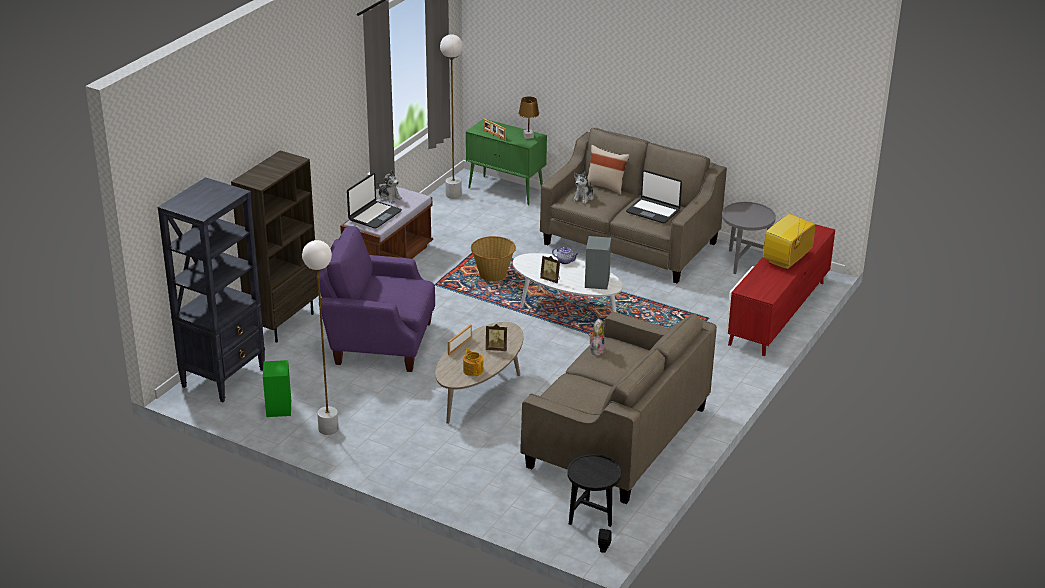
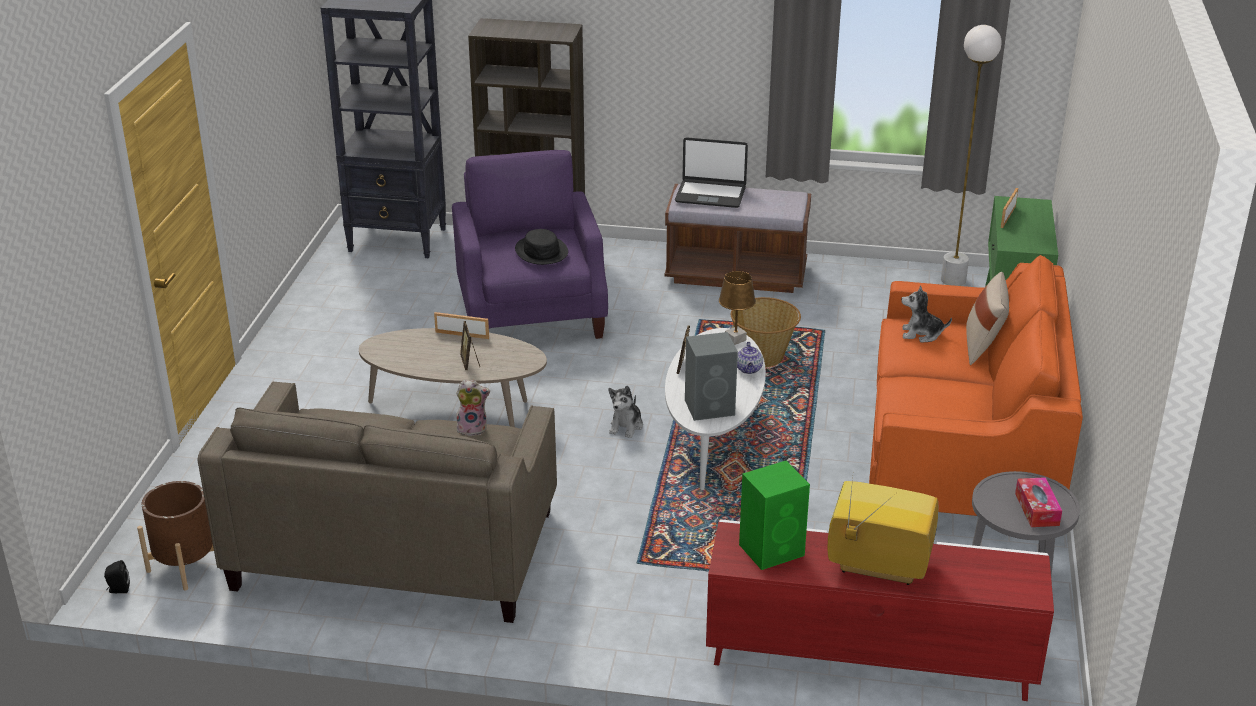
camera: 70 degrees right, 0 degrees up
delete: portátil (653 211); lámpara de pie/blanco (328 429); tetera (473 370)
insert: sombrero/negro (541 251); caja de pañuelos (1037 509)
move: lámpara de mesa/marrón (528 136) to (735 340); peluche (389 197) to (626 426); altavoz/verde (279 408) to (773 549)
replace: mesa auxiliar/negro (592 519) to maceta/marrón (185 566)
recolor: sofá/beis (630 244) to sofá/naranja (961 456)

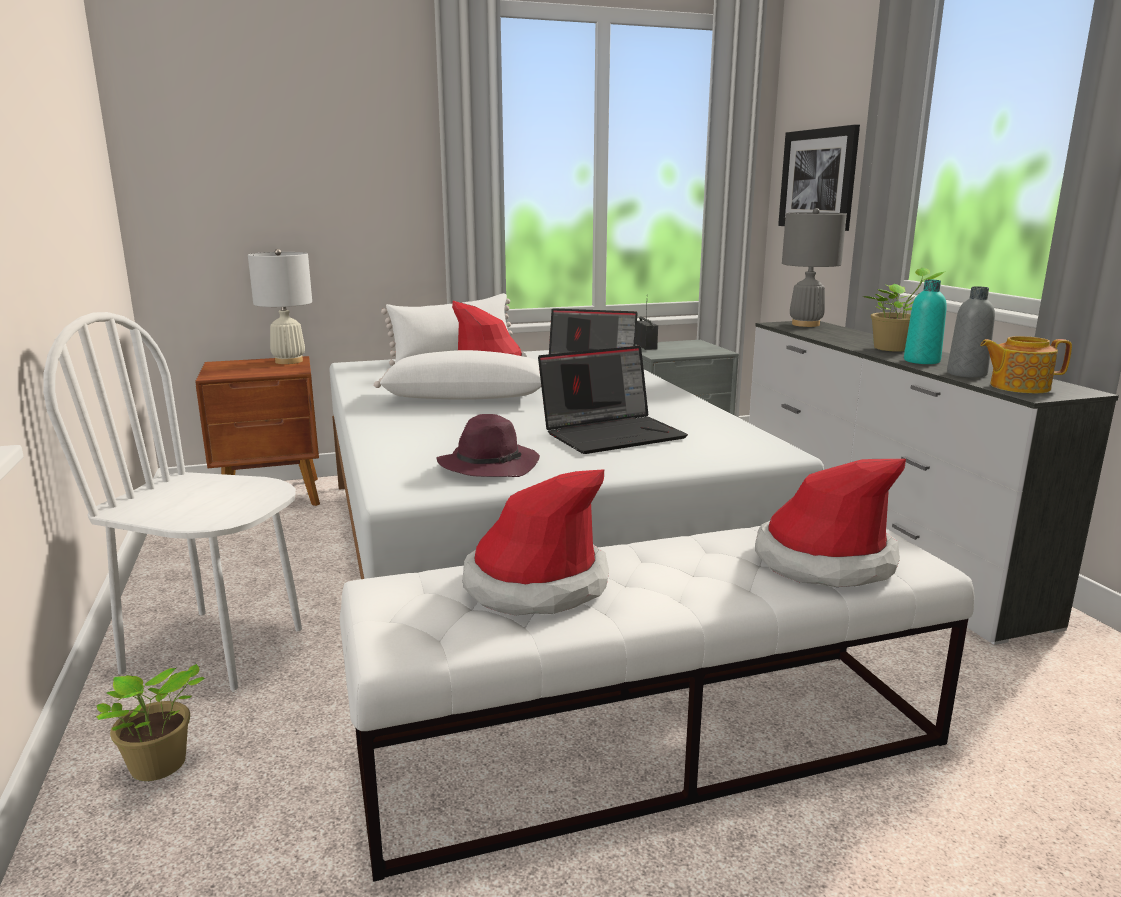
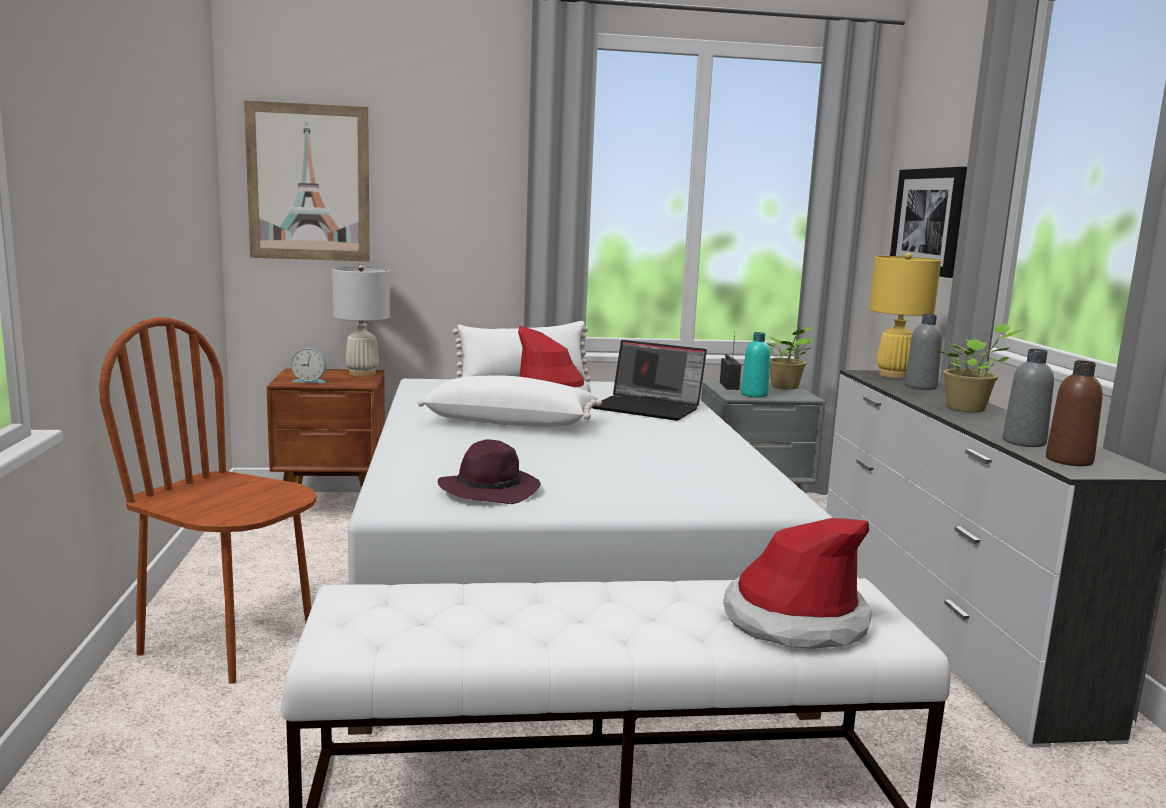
camera: 10 degrees right, 5 degrees down
delete: portátil (613 434); sombrero (535 584)
insert: cuadro (309 183); botella/gris (920 387); despertador (310 381)
move: botella/turquesa (921 361) to (754 395); planta en maceta (158 768) to (785 387)
replace: tetera (1018 387) to botella/marrón (1069 461)
recolor: lámpara de mesa/gris (805 324) to lámpara de mesa/amarillo (894 375); silla/blanco (215 649) to silla/marrón (229 644)

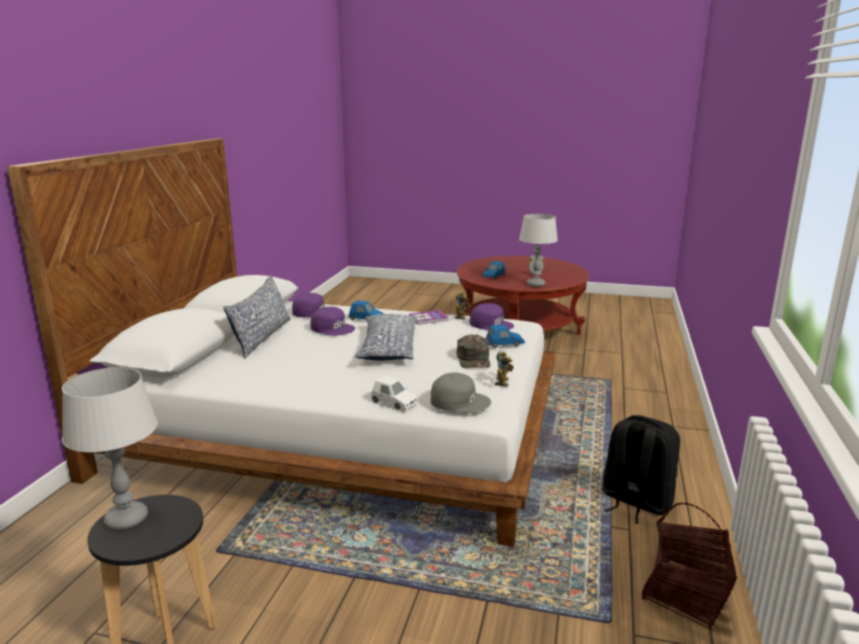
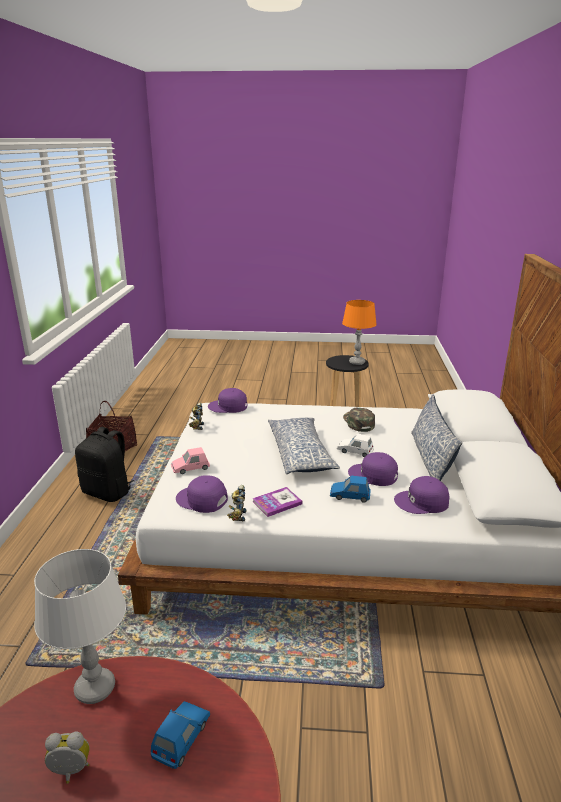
camera: 170 degrees right, 5 degrees up
move: gorra/verde (474 359) to (358 422); coche de juguete/blanco (394 402) to (355 451)
recolor: coche de juguete/azul (504 344) to coche de juguete/rosa (190 468); lámpara de mesa/gris (127 519) to lámpara de mesa/naranja (357 362); gorra/gris (459 401) to gorra/morado (228 406)

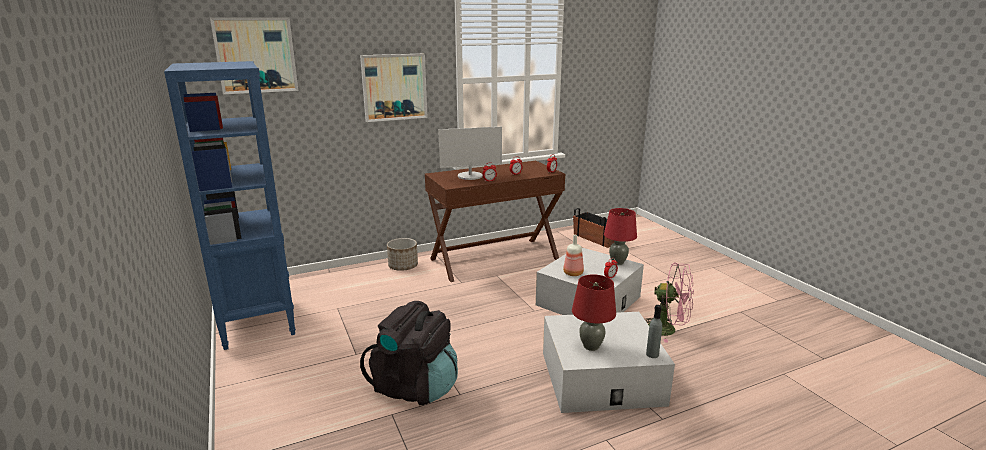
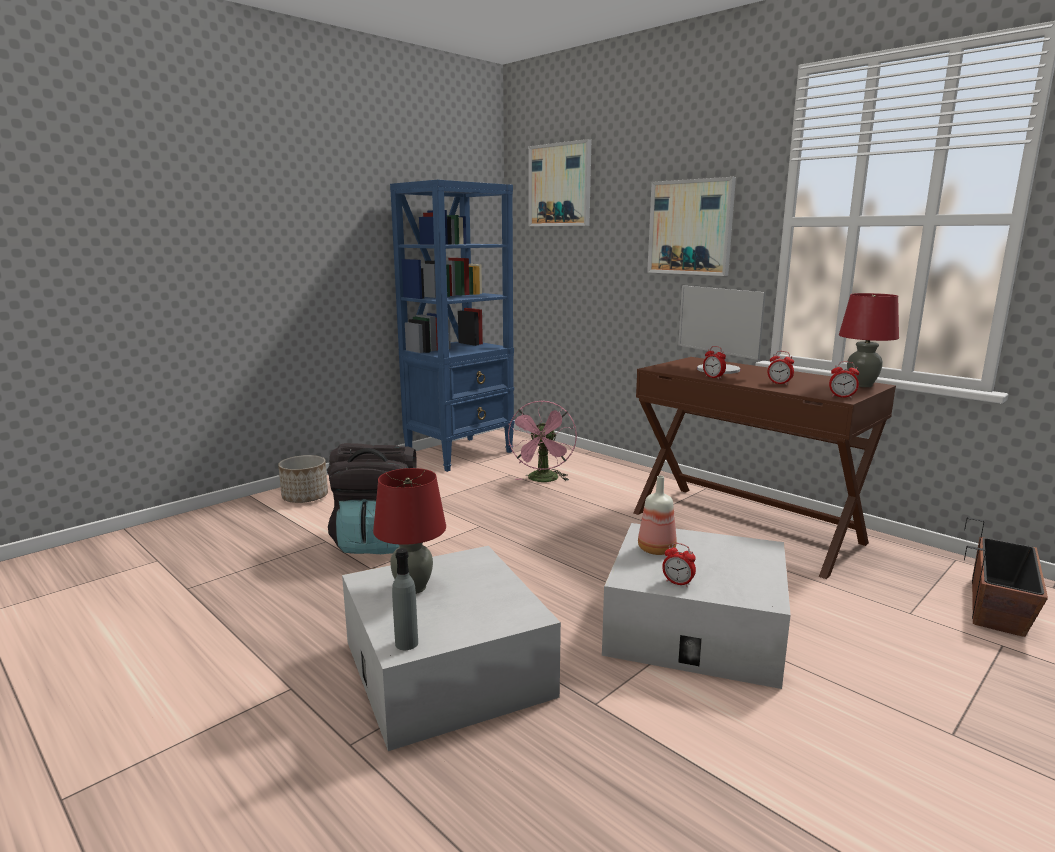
camera: 70 degrees right, 5 degrees down
move: lámpara de mesa/rojo (617 262) to (861 385); maceta (403 266) to (305 497); ventilador/rosa (668 330) to (543 480)

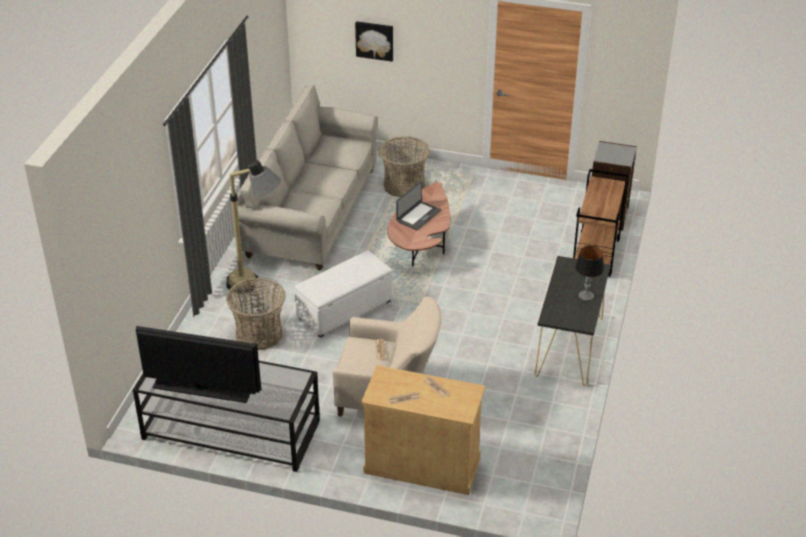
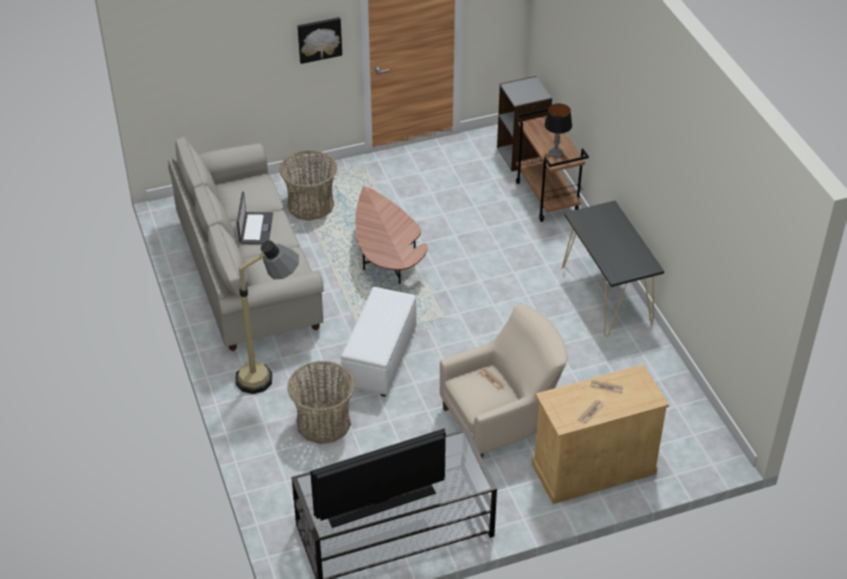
camera: 35 degrees left, 5 degrees up
move: cuadro (375 40) to (319 39); portátil (418 216) to (255 228); lámpara de mesa (586 296) to (556 153)

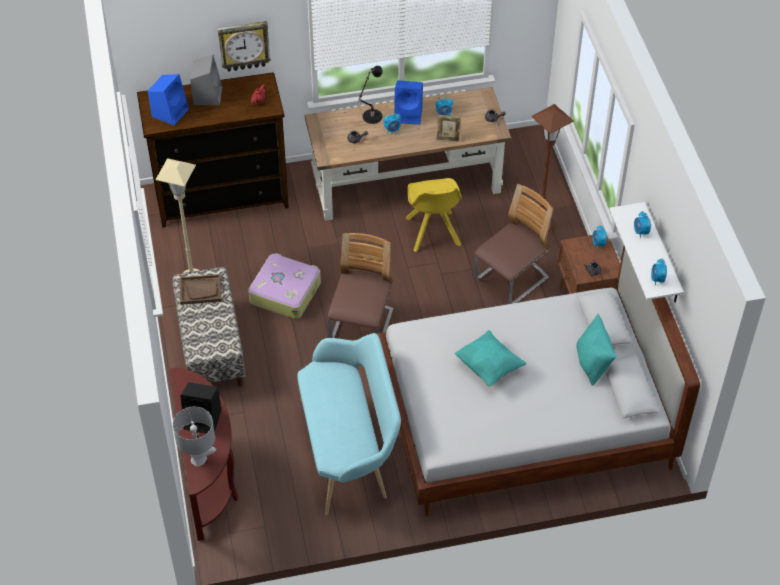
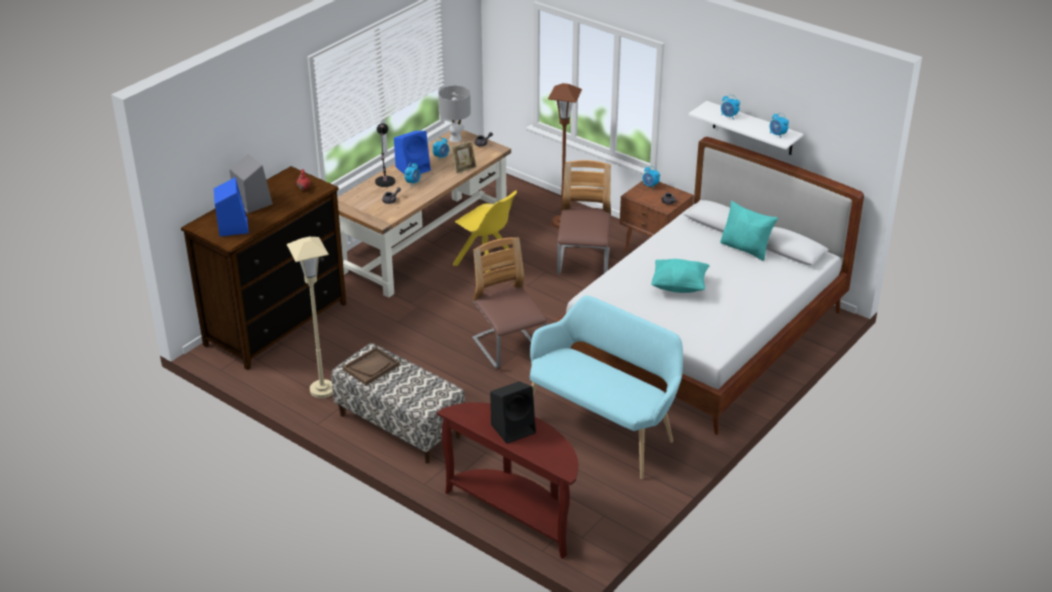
camera: 40 degrees left, 15 degrees down
delete: reloj de pared (244 45); maleta (285 292)
move: lámpara de mesa/gris (199 459) to (455 139)

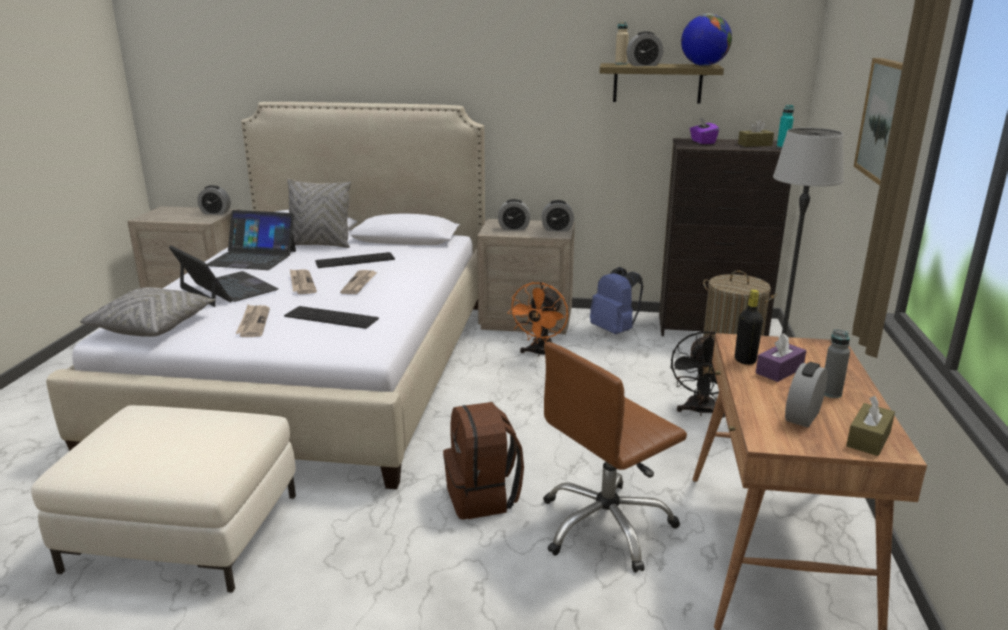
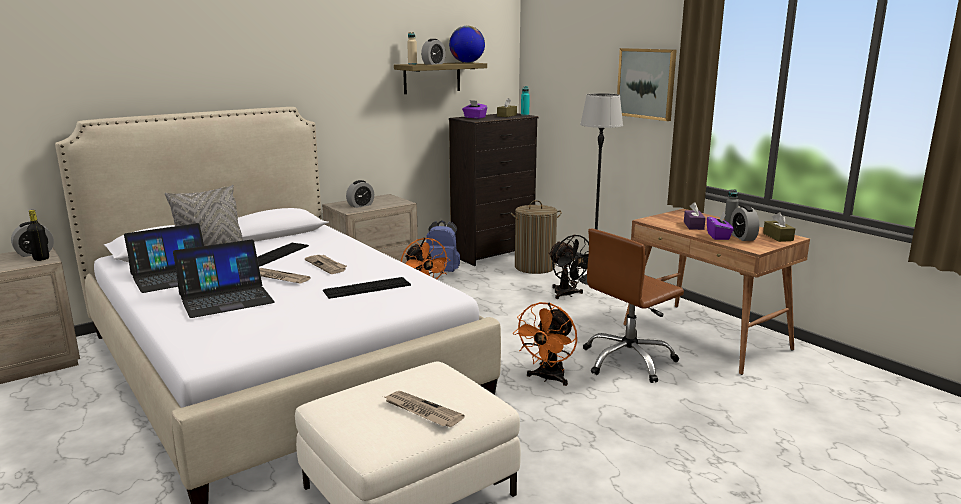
camera: 45 degrees left, 5 degrees down
delete: despertador (557 229); cojín/gris (153 326)
insert: caja de pañuelos/morado (718 236)
move: botella/negro (745 360) to (41 259); periódico (253 323) to (421 411)
replace: mochila/marrón (483 497) to ventilador/naranja (548 378)
rotate: portátil (227 289) = (226 298) 150 degrees clockwise; silla de oficina/marrón (606 526) = (628 361) 45 degrees clockwise

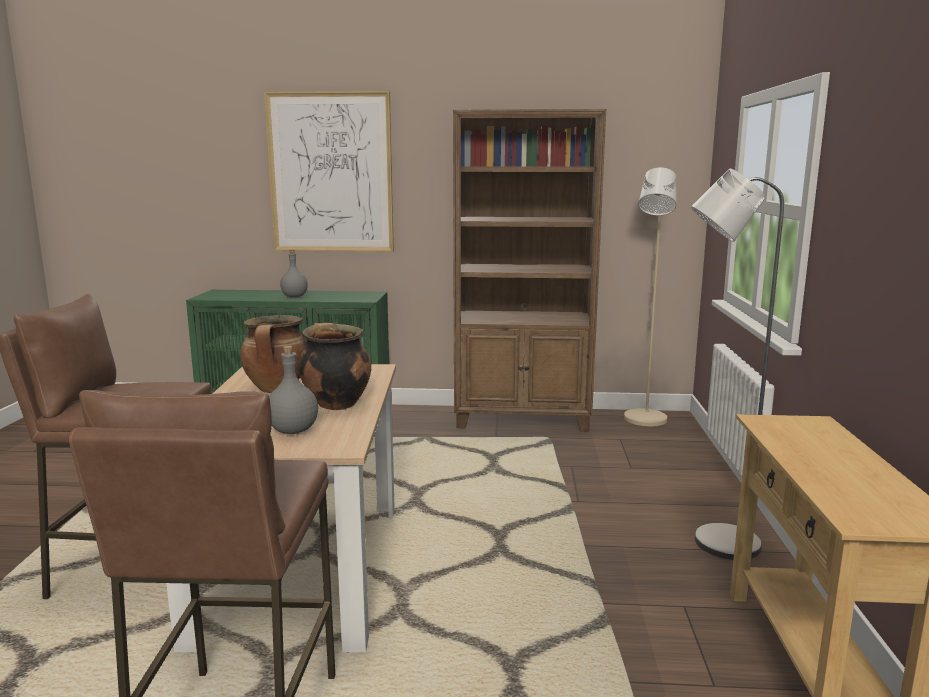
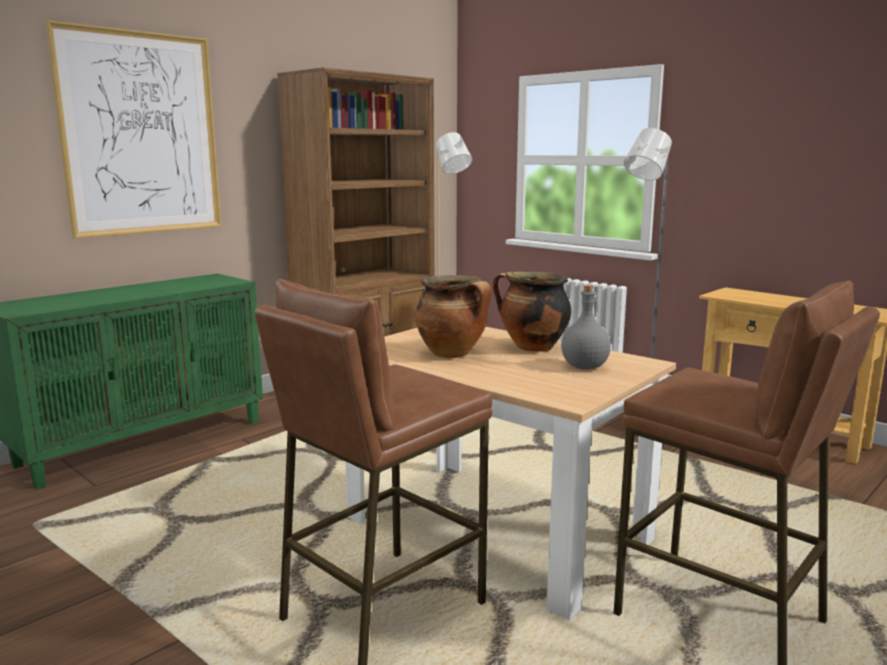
camera: 50 degrees left, 0 degrees up
delete: botella/gris (294 296)

